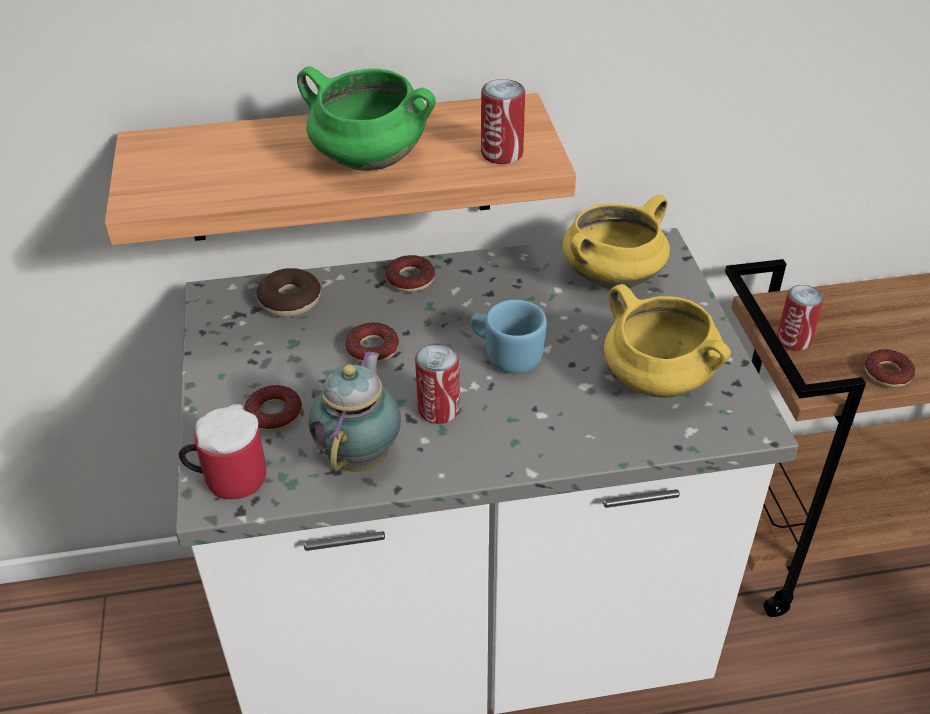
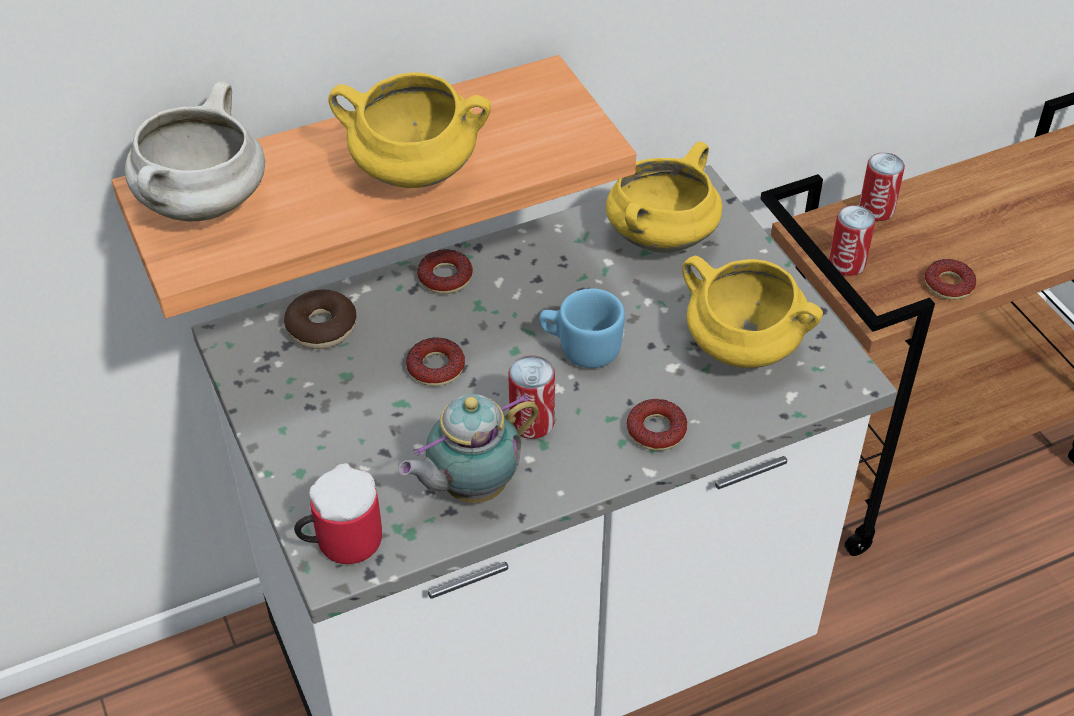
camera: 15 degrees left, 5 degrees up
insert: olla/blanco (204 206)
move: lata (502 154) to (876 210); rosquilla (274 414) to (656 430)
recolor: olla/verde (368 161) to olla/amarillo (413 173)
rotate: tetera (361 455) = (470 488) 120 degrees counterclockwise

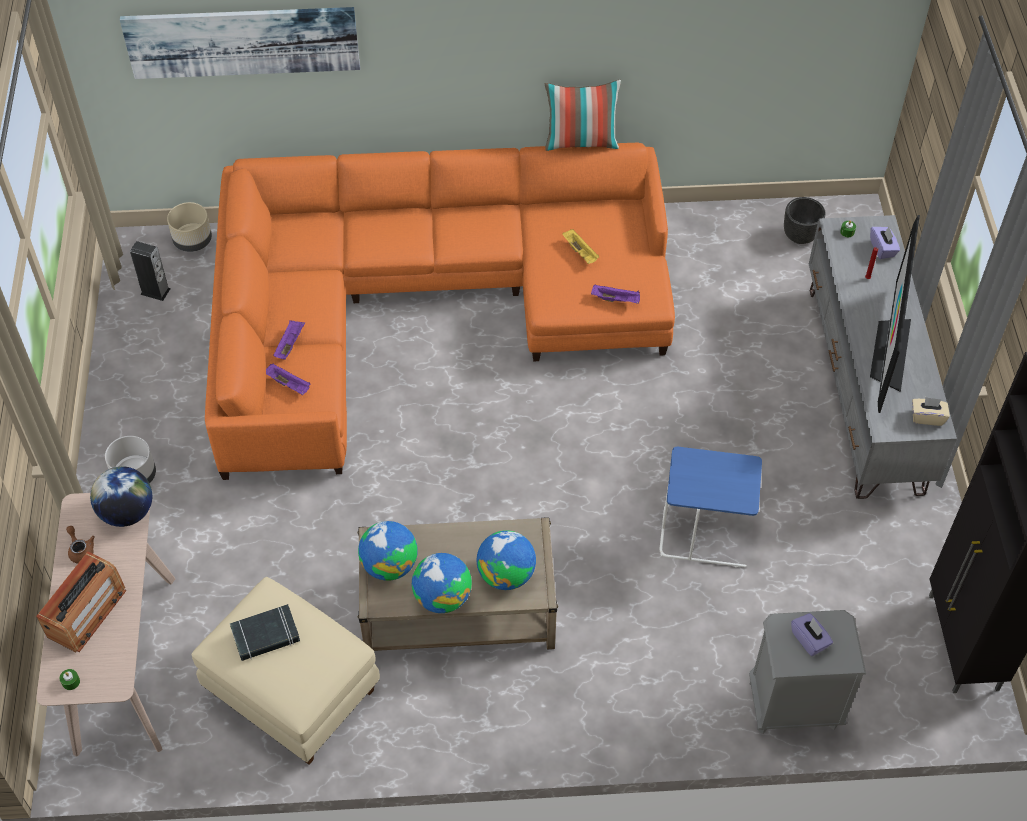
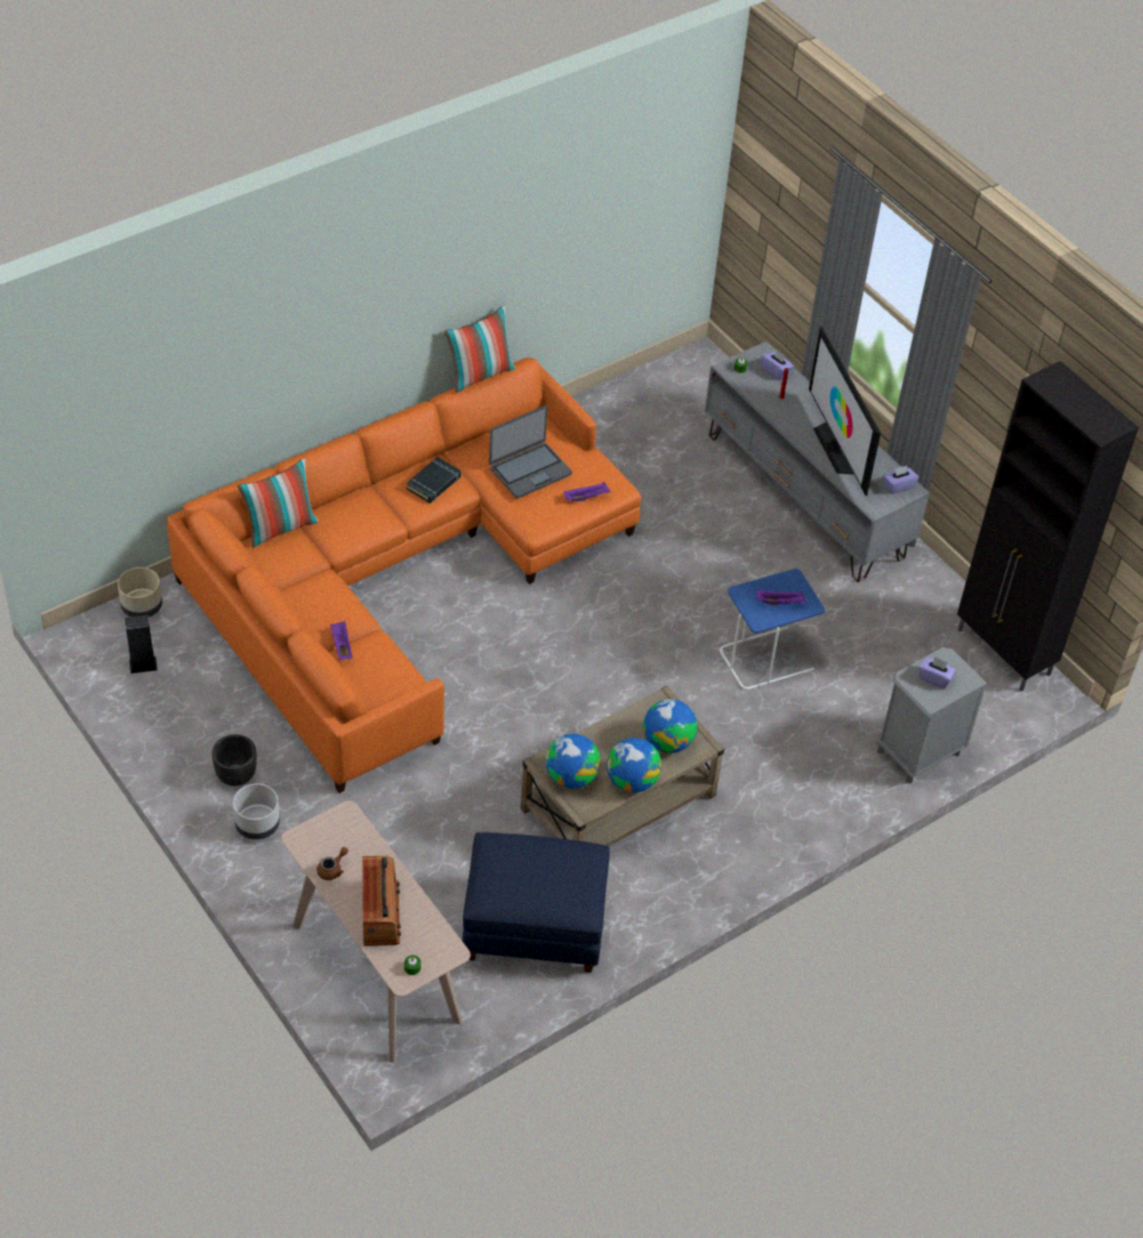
camera: 35 degrees left, 5 degrees down
delete: cuadro (242 41); globo terráqueo (127 512)
insert: cojín (280 527)
move: maceta/negro (800 236) to (237 776); bandeja/morado (289 384) to (780 602); libro/negro (265 635) to (434 483)
replace: bandeja/amarillo (580 252) to portátil (529 470)
recolor: caja de pañuelos/beis (927 417) to caja de pañuelos/morado (898 486); puf/beis (291 692) to puf/azul (533 927)
rotate: tetera/marrón (80 550) = (332 869) 105 degrees clockwise

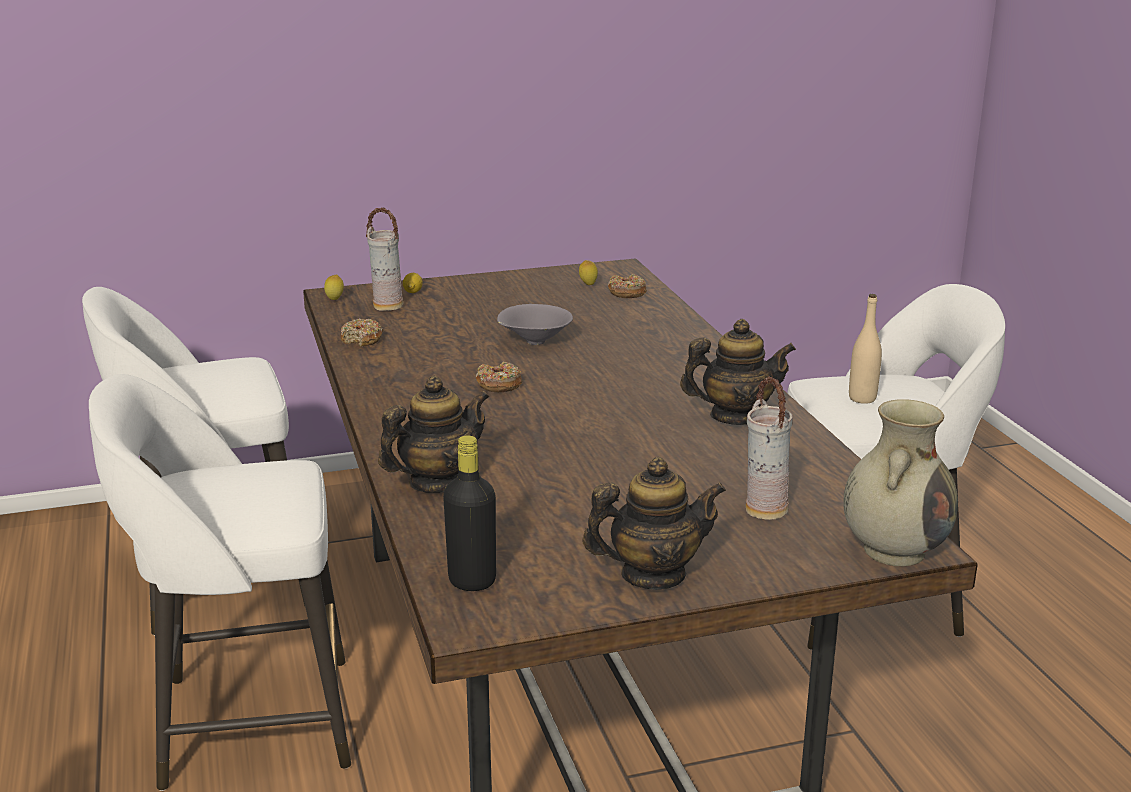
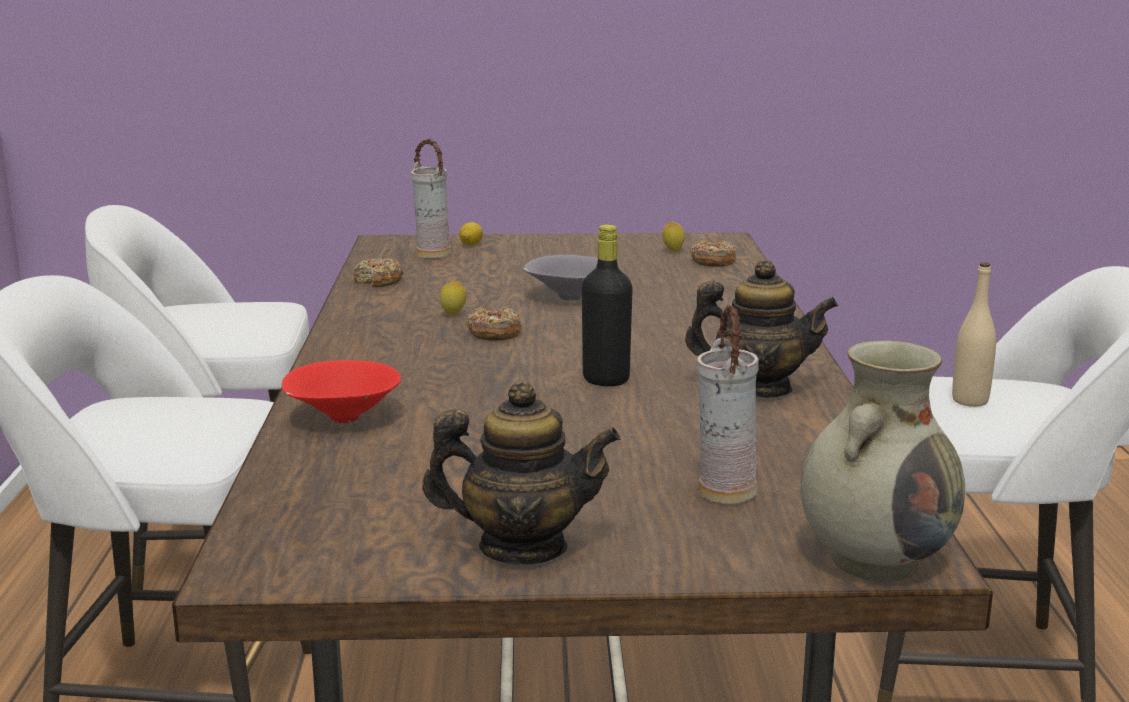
camera: 15 degrees right, 5 degrees down
move: limón (335 300) to (453 315); botella/negro (472 581) to (606 380)
replace: tetera (437 482) to cuenco/rojo (341 419)

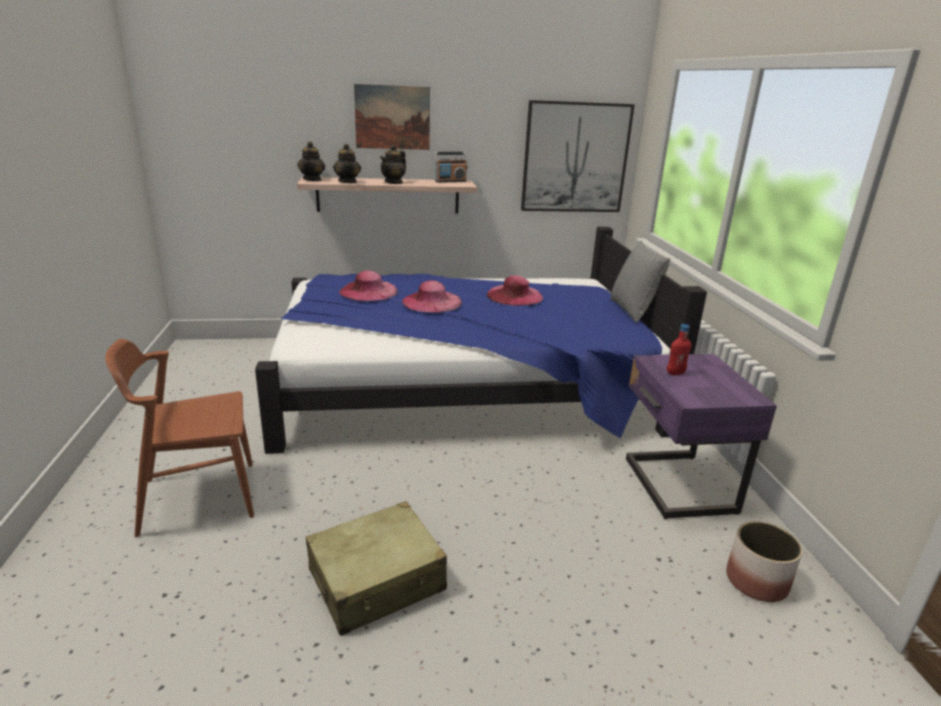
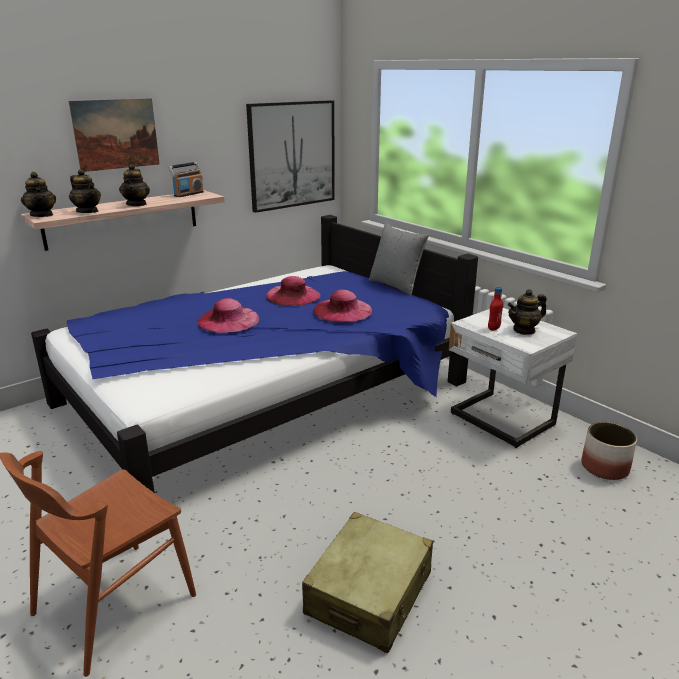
camera: 30 degrees left, 0 degrees up
insert: tetera (524 330)
move: sombrero/rosa (368 291) to (342 310)
recolor: mesita de noche/morado (676 486) to mesita de noche/blanco (500 421)

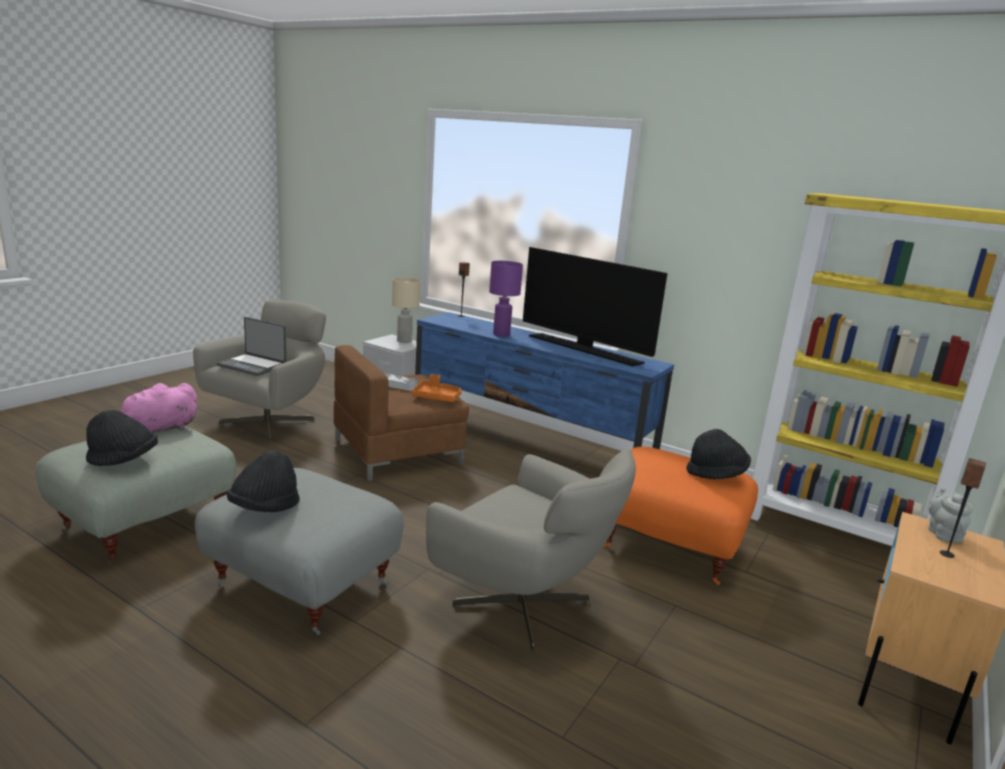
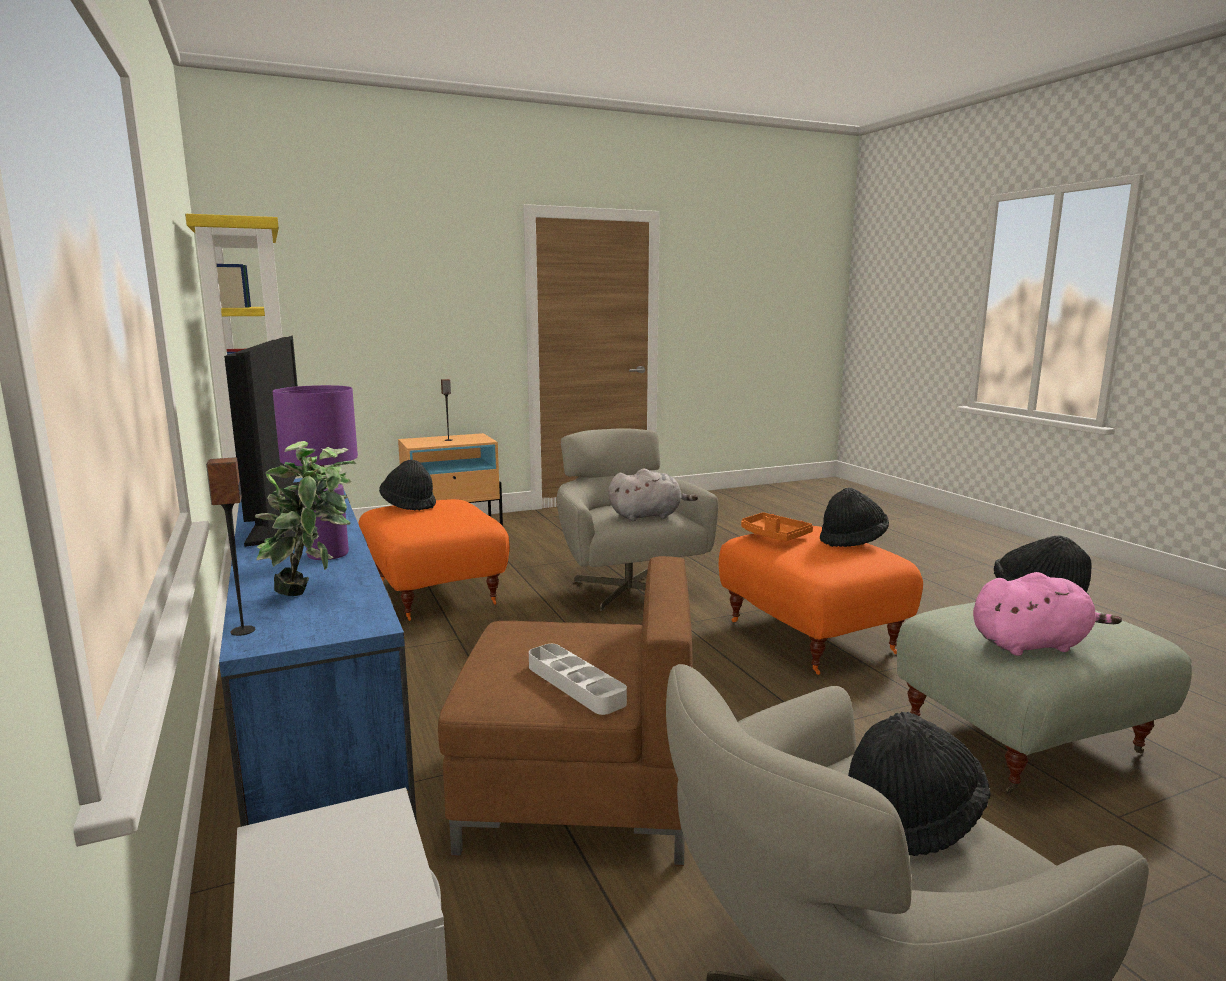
camera: 145 degrees left, 5 degrees down
delete: lámpara de mesa/beis (404 341); tetera/gris (942 533)
insert: planta en maceta (313 592); peluche/gris (648 516)
move: bandeja/naranja (437 397) to (774 536)
replace: portátil (253 365) to sombrero/negro (909 820)
recolor: puf/gris (300 585) to puf/naranja (813 636)

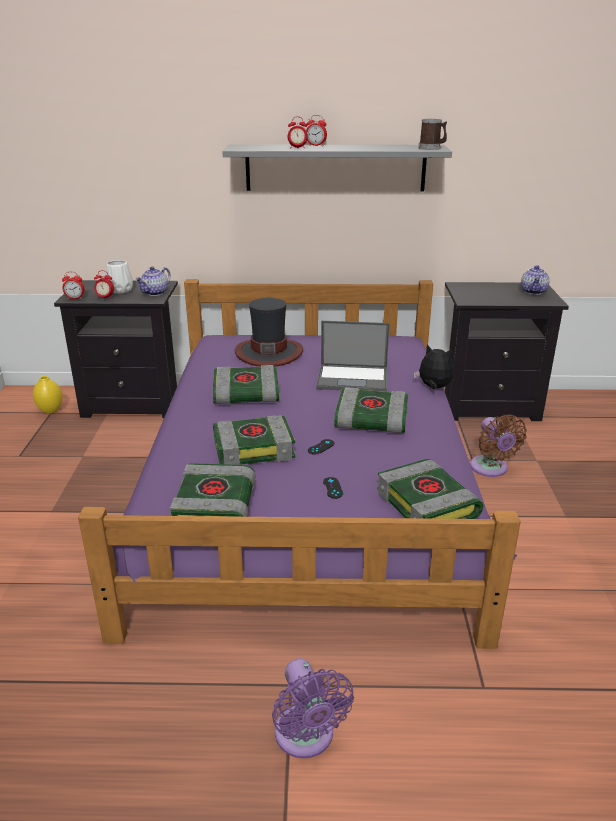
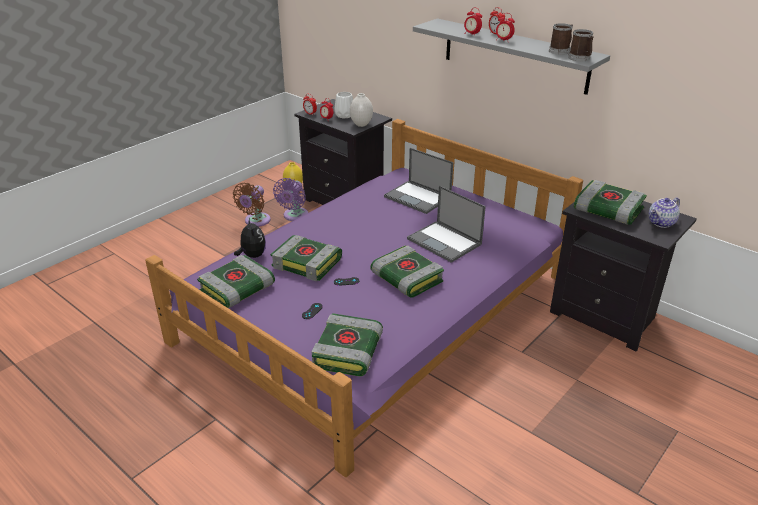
camera: 40 degrees right, 5 degrees up
insert: despertador (503 40); taza grande (560 51)
move: peluche (433 388) to (252 255); libro (245 395) to (607 210); ventilador/marrón (490 469) to (256 221); ventilador/morado (306 737) to (294 216)
replace: tetera (155 293) to florero/blanco (361 124); sombrero (269 352) to portátil (418 197)

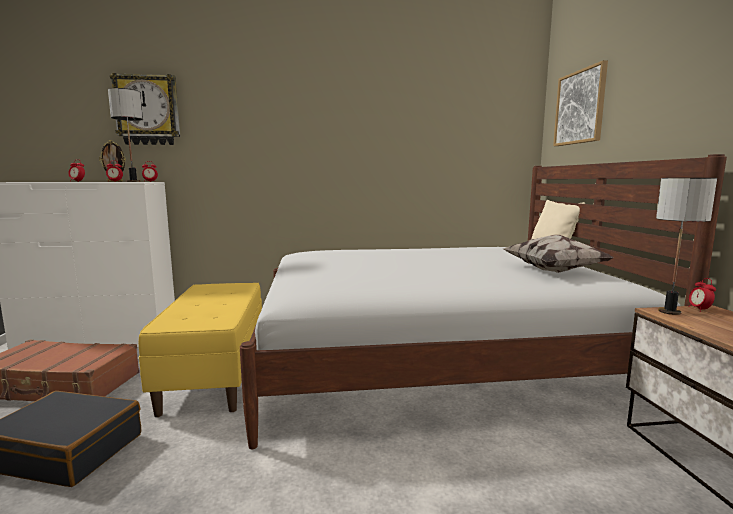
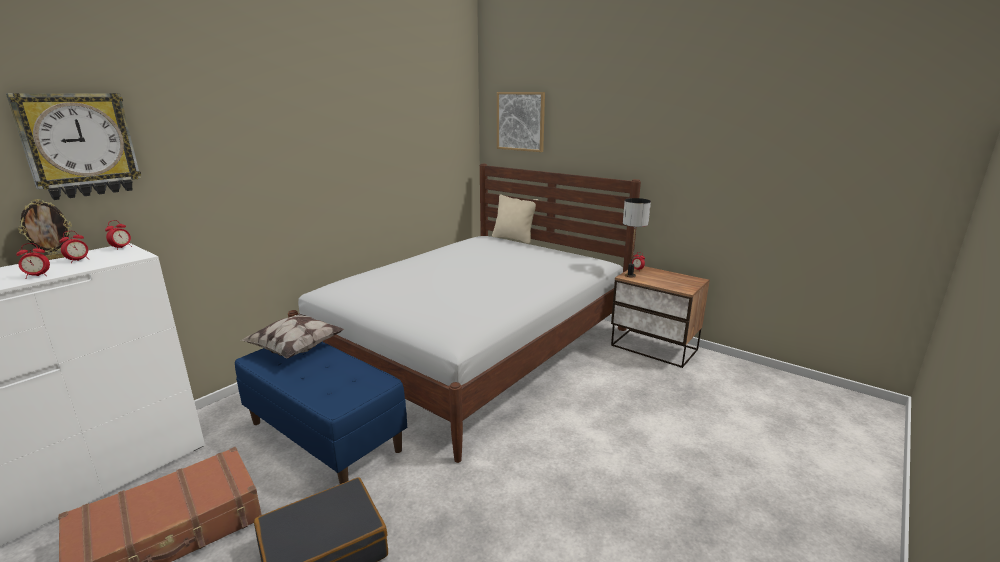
camera: 45 degrees left, 10 degrees up
delete: lámpara de mesa (133 181)
move: cojín (553 270) to (296 349)
recolor: banco/amarillo (216 373) to banco/azul (326 436)

